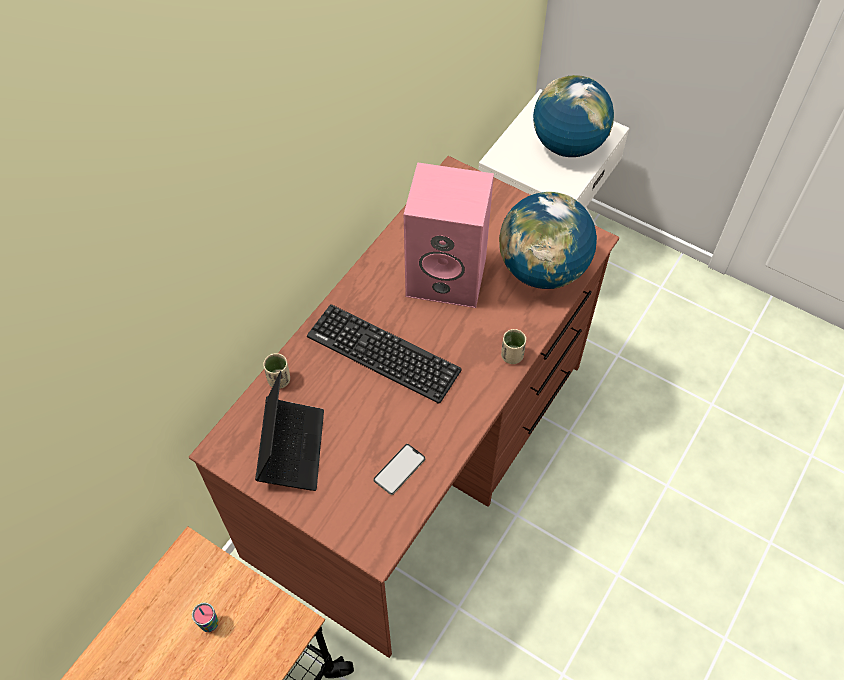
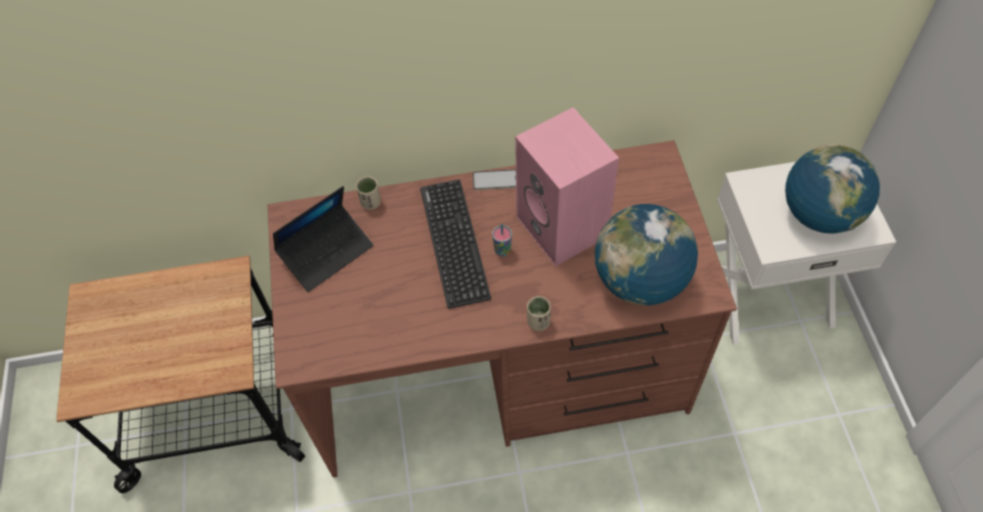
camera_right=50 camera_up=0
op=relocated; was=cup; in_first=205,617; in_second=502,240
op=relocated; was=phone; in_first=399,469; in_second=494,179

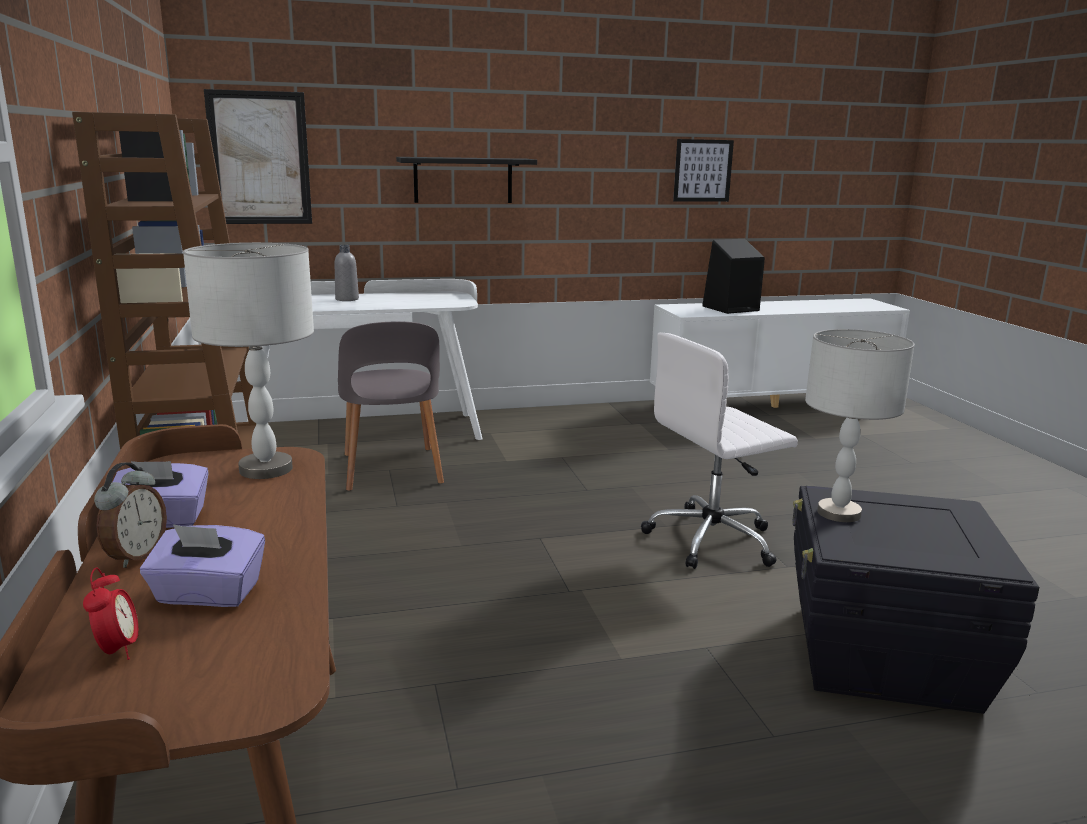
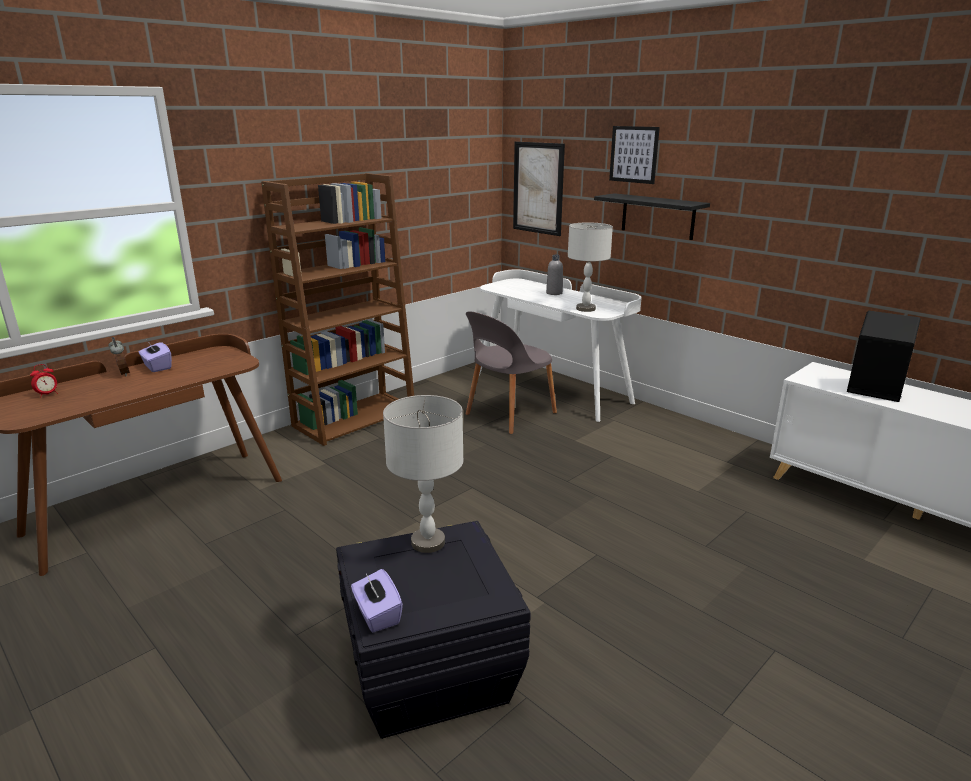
camera_right=60 camera_up=5
op=missing; was=white_computer_chair; in_first=719,450
op=relocated; was=purplish_tissue_holder; in_first=202,565; in_second=377,600
op=relocated; was=gray_table_lamp; in_first=248,361; in_second=590,267
op=relocated; was=picture; in_first=703,170; in_second=634,155
op=spun; was=bedside_clock; in_first=130,515; in_second=119,356; clockwise=-105

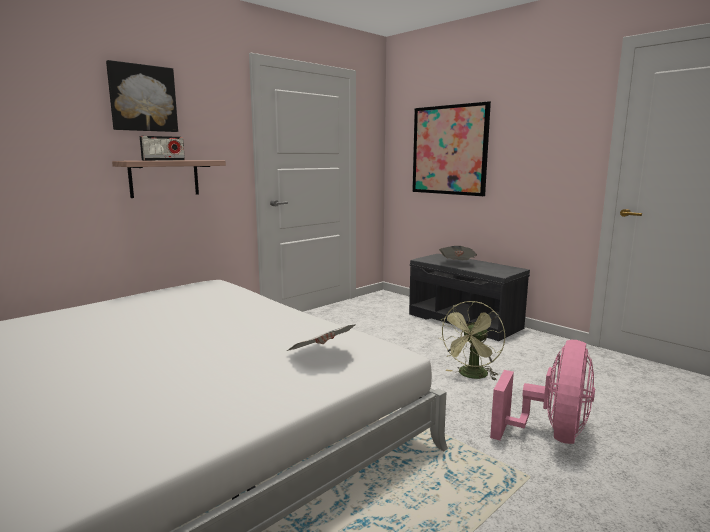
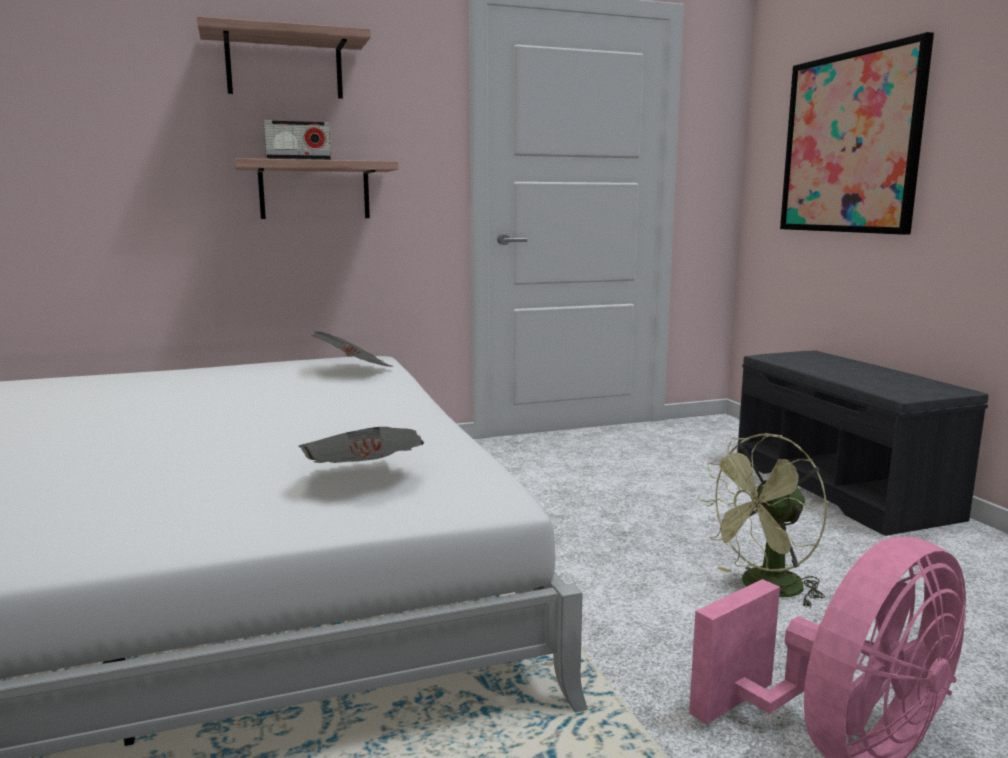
camera_right=25 camera_up=0
op=relocated; was=daily_paper; in_first=458,253; in_second=352,349
op=exchanged; was=picture; now=shelf; in_first=142,96; in_second=284,57

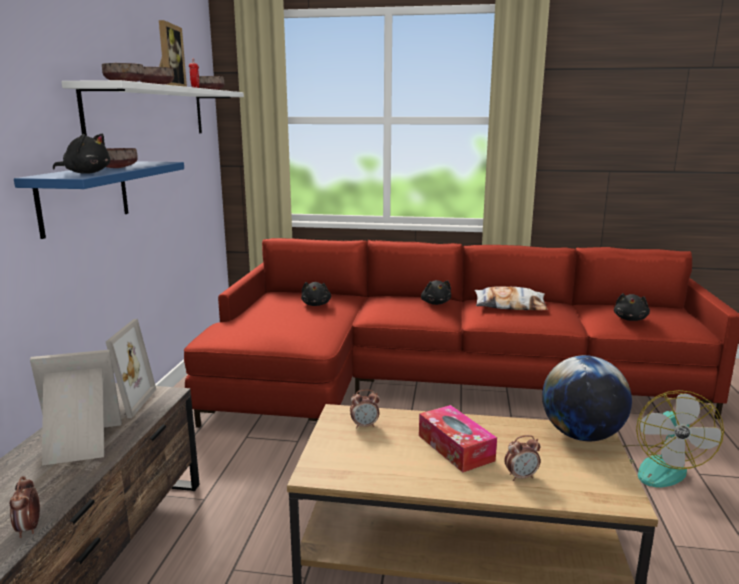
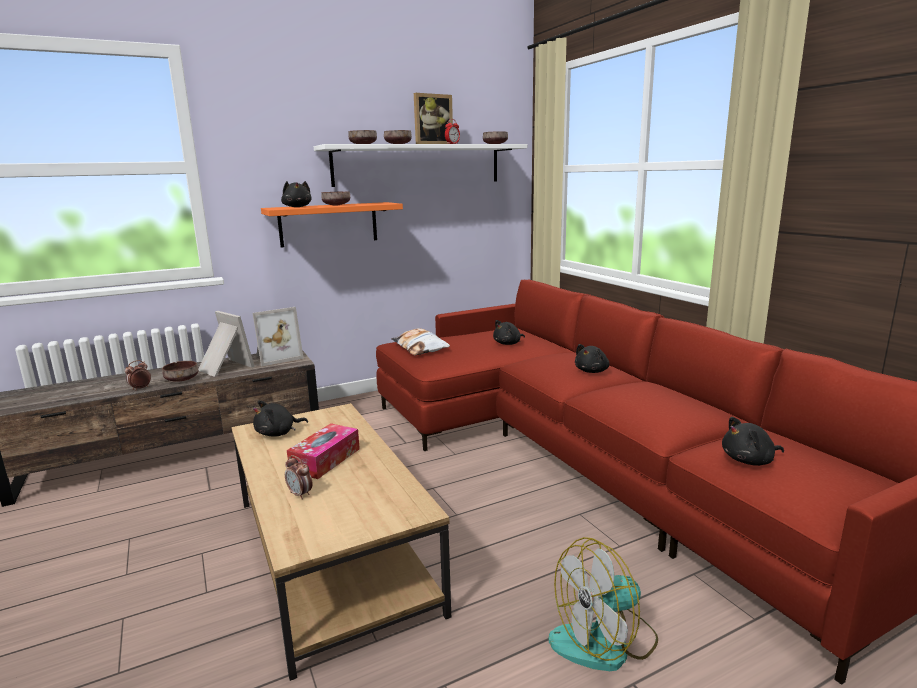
camera_right=55 camera_up=0
op=missing; was=bedside_clock; in_first=365,409
op=missing; was=desk_globe; in_first=587,398
op=appeared; now=brown-coloured_serving_bowl; in_second=180,371
op=appeared; now=black_plush_toy; in_second=280,418
op=relocated; was=throw_pillow; in_first=510,298; in_second=421,341
op=colour; was=blue-coloured_shelf; now=orange-coloured_shelf; in_first=99,200; in_second=332,224

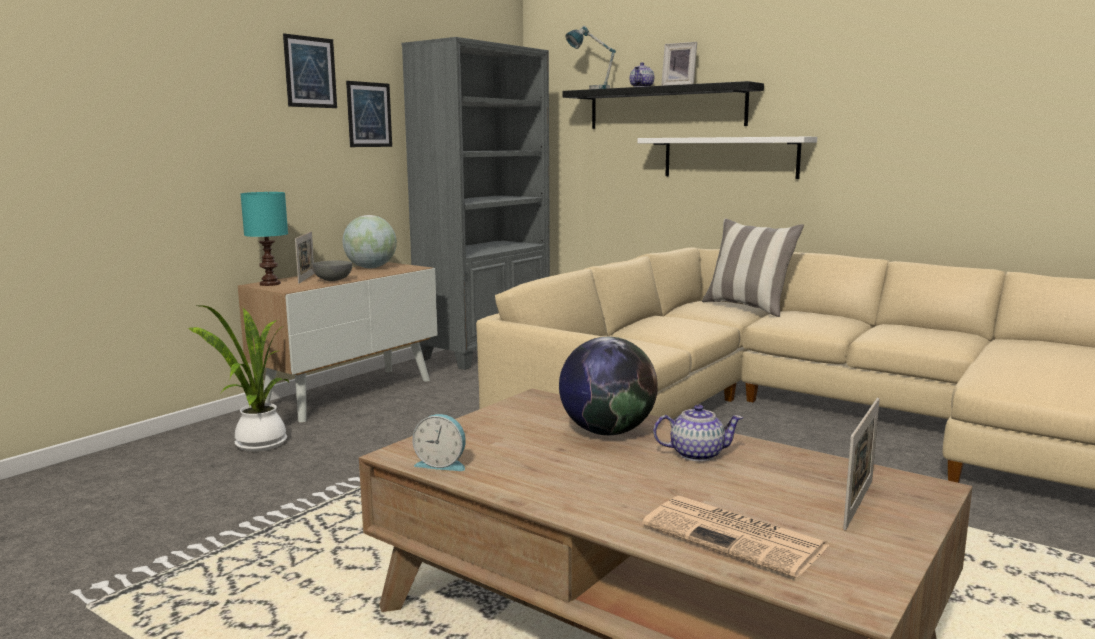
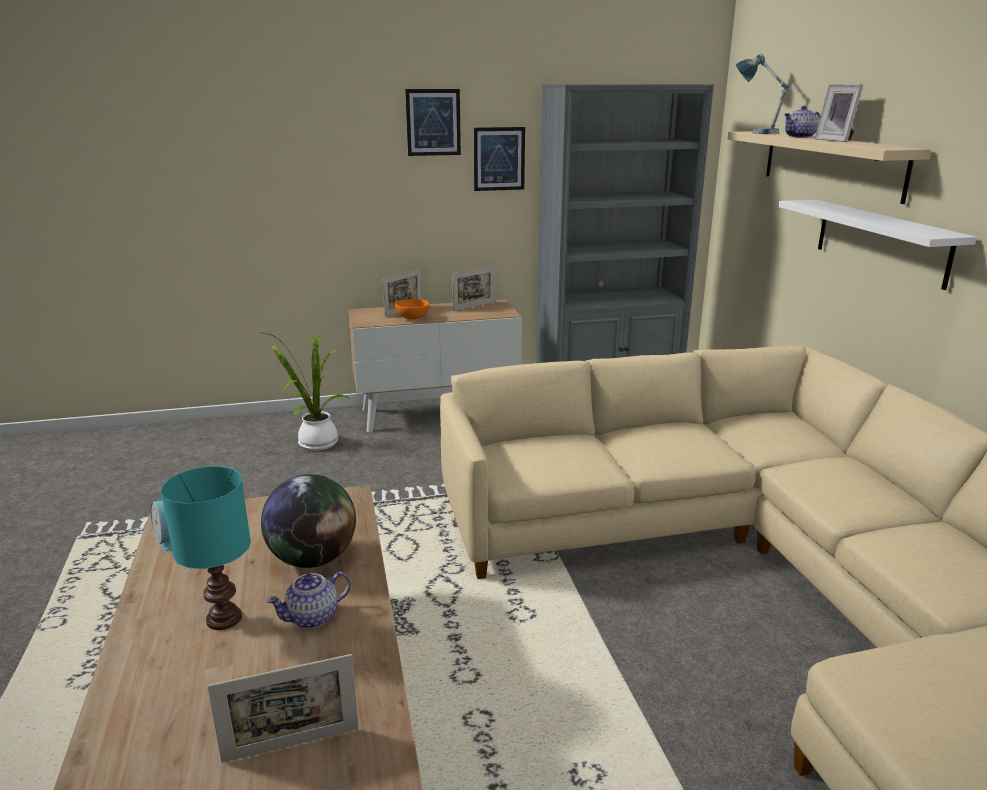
camera_right=40 camera_up=10
op=missing; was=daily_paper; in_first=735,537
op=missing; was=throw_pillow; in_first=753,267
op=relocated; was=blue-green_table_lamp; in_first=264,239; in_second=206,548
op=exchanged; was=desk_globe; now=photo_frame; in_first=370,241; in_second=473,288
op=colour; was=gray_serving_bowl; now=orange-coloured_serving_bowl; in_first=331,270; in_second=411,309
op=colour; was=black_shelf; now=beige-coloured_shelf; in_first=663,105; in_second=829,167
op=spun; was=teapot; in_first=698,433; in_second=308,600; clockwise=105

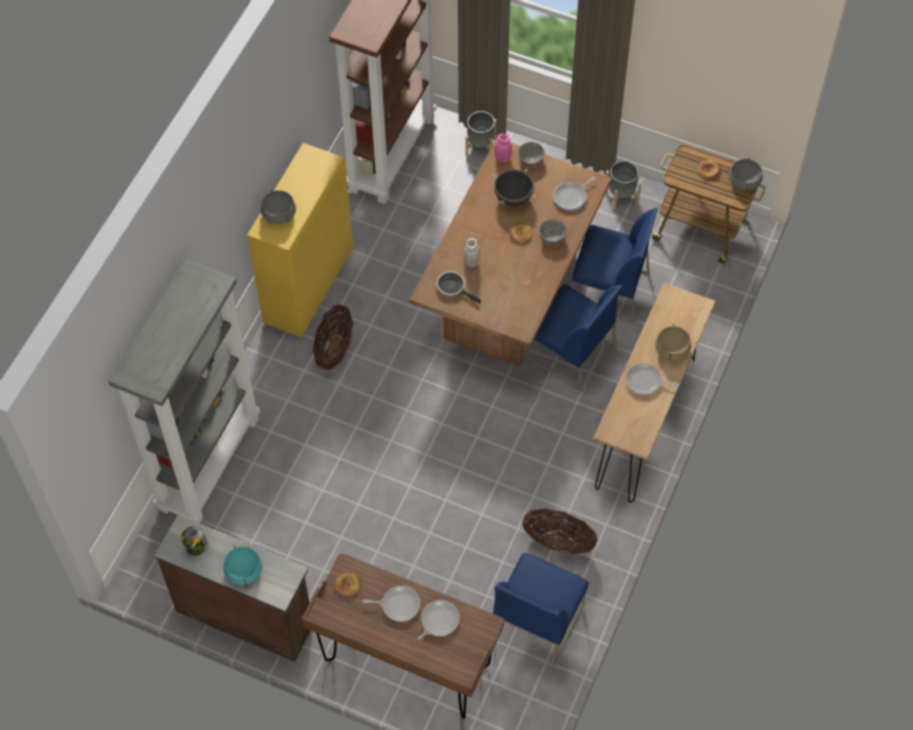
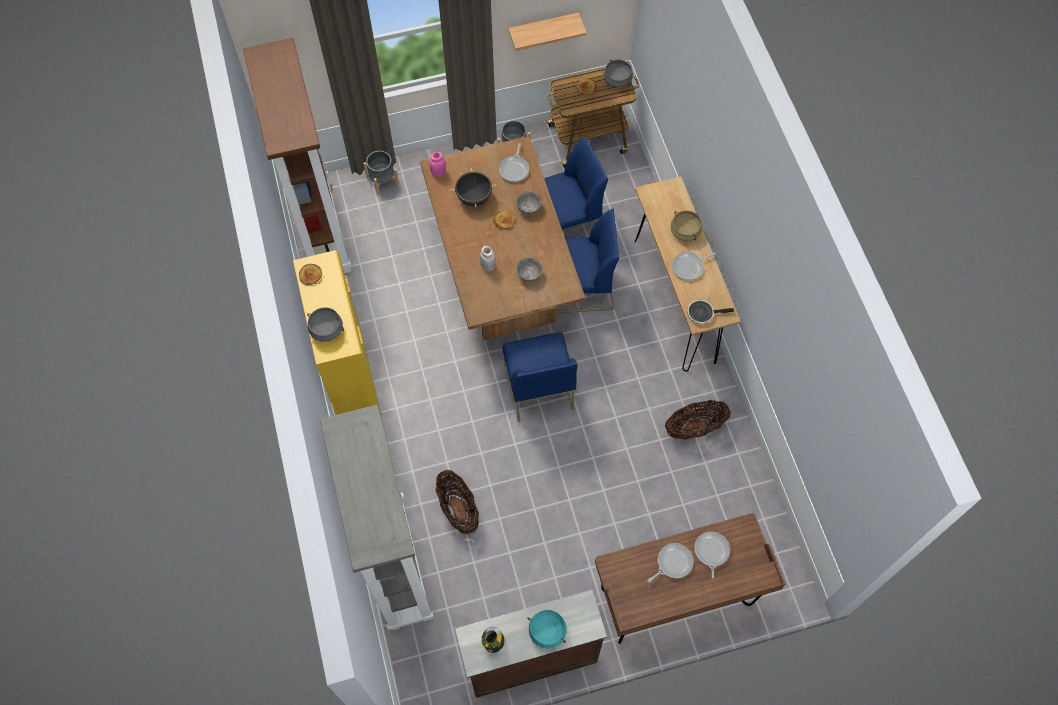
camera_right=-40 camera_up=5
op=appeared; now=shelf; in_second=547,32
op=relocated; was=basket; in_first=333,337; in_second=457,502
op=relocated; was=bakery_bread; in_first=347,583; in_second=310,274
op=relocated; was=pan; in_first=458,287; in_second=710,312
op=relocated; was=blue-coloured_upright_chair; in_first=541,610; in_second=540,377
op=relocated; was=gray_serving_bowl; in_first=531,154; in_second=529,269

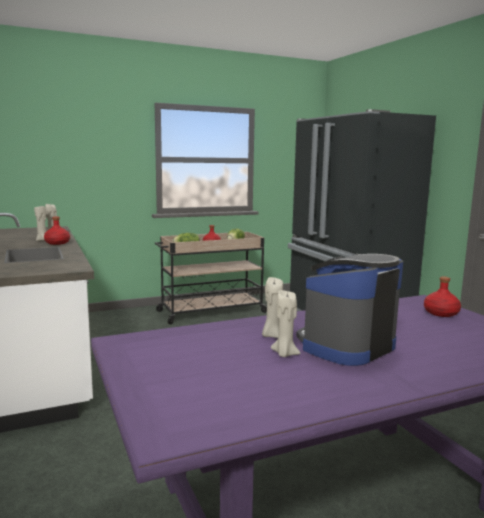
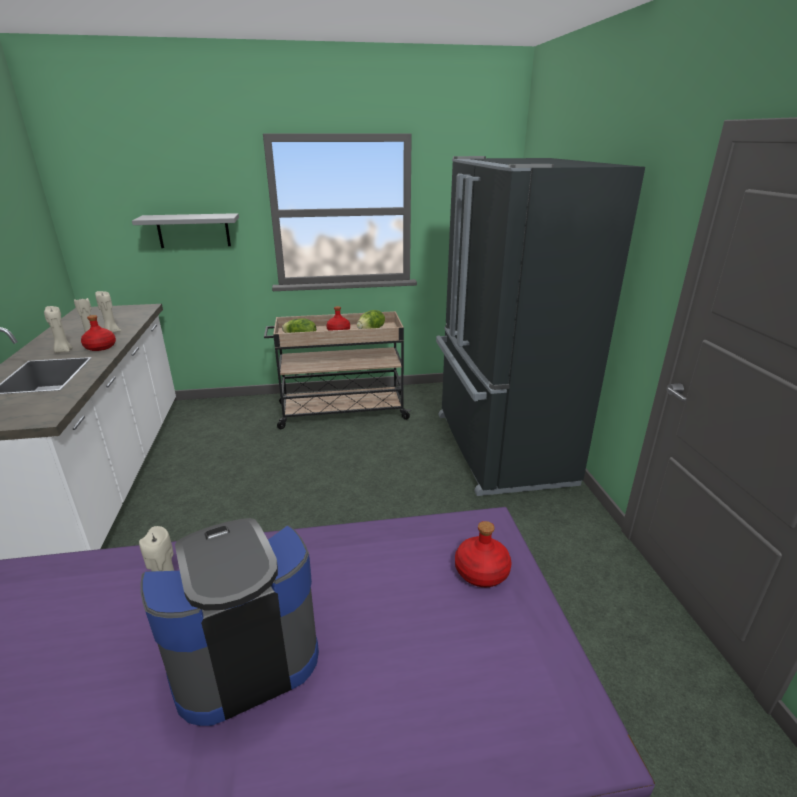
camera_right=15 camera_up=15
op=appeared; now=gray_shelf; in_second=185,230
op=relocated; was=beige-coloured_candle; in_first=286,323; in_second=58,329

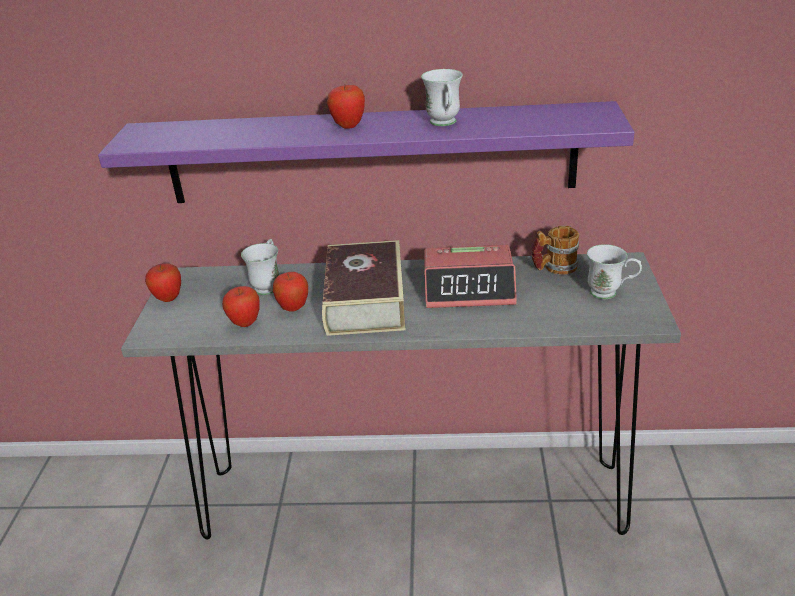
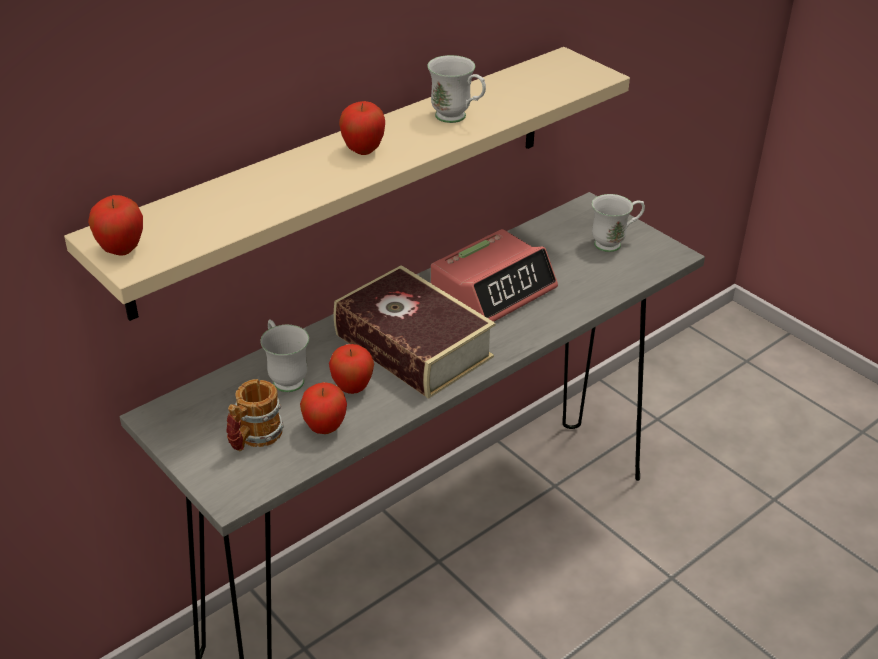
camera_right=-45 camera_up=5
op=relocated; was=apple; in_first=163,282; in_second=115,225
op=relocated; was=tea_mug; in_first=555,250; in_second=255,415
op=colour; was=purplish_shelf; now=beige-coloured_shelf; in_first=366,152; in_second=347,184

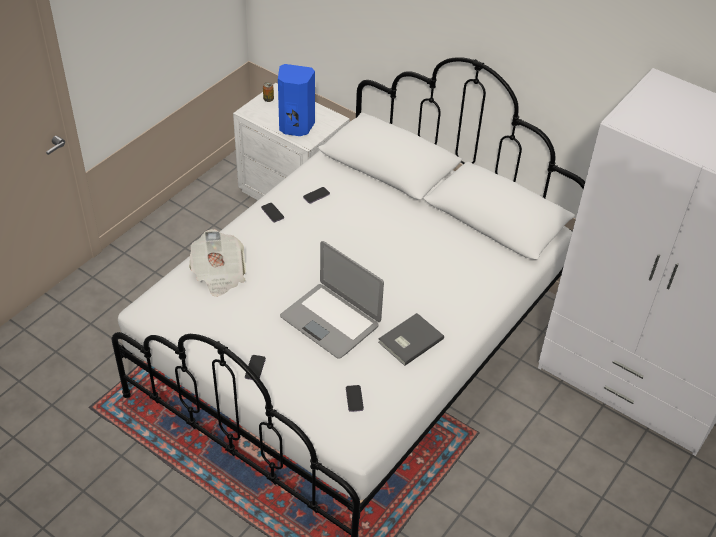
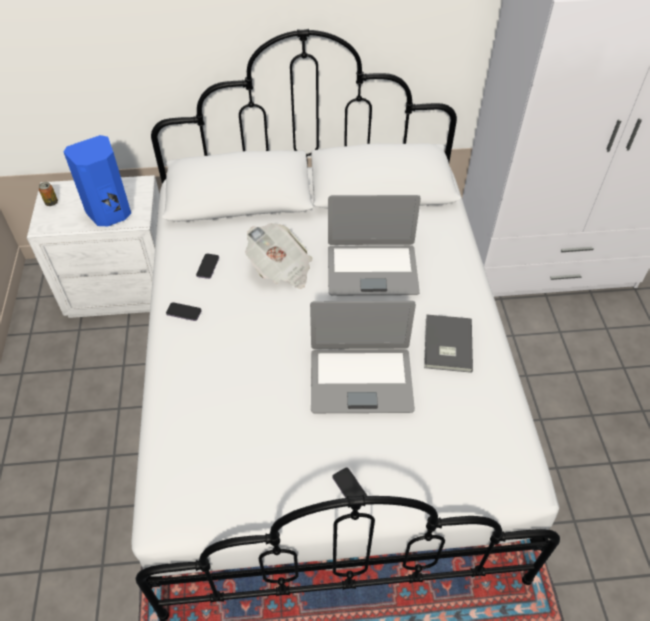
camera_right=-40 camera_up=5
op=missing; was=phone; in_first=355,398
op=appeared; now=notebook_computer; in_second=374,245
op=relocated; was=daily_paper; in_first=217,263; in_second=278,256

